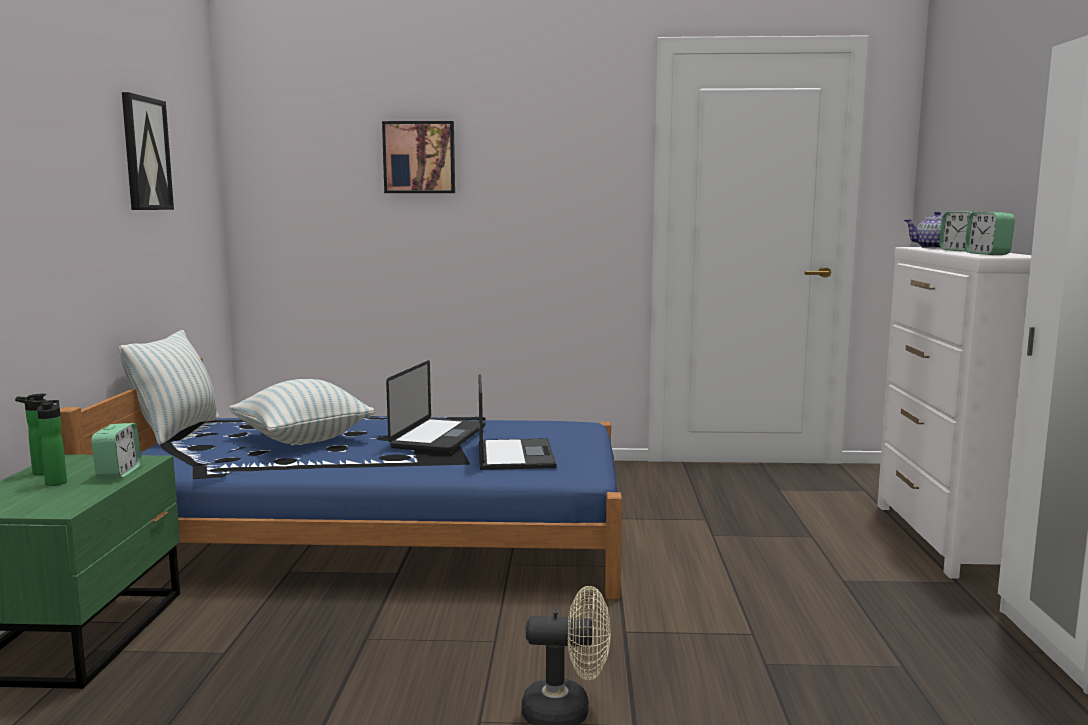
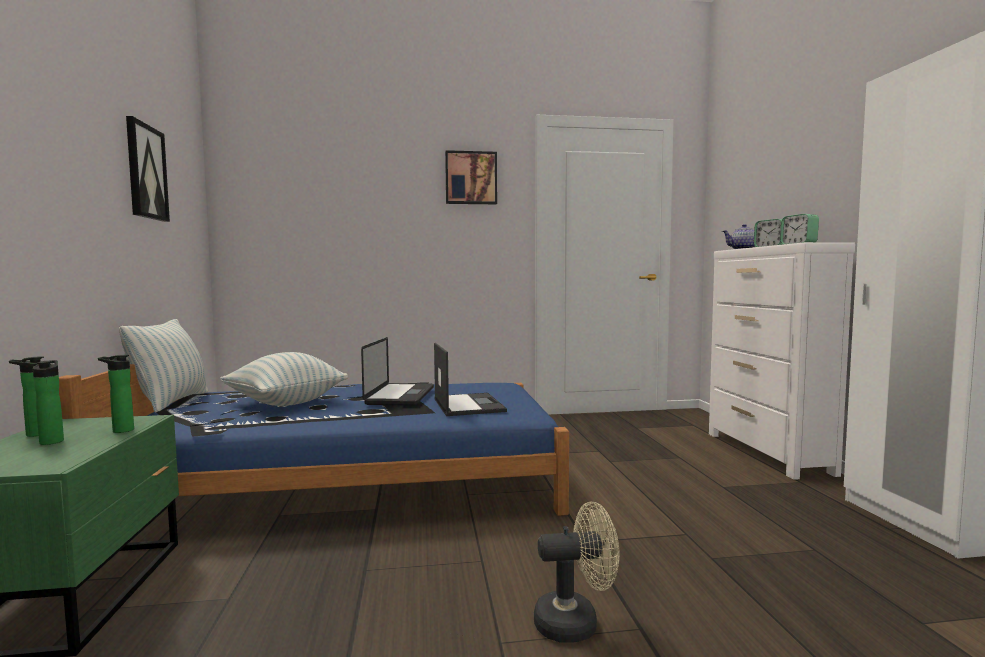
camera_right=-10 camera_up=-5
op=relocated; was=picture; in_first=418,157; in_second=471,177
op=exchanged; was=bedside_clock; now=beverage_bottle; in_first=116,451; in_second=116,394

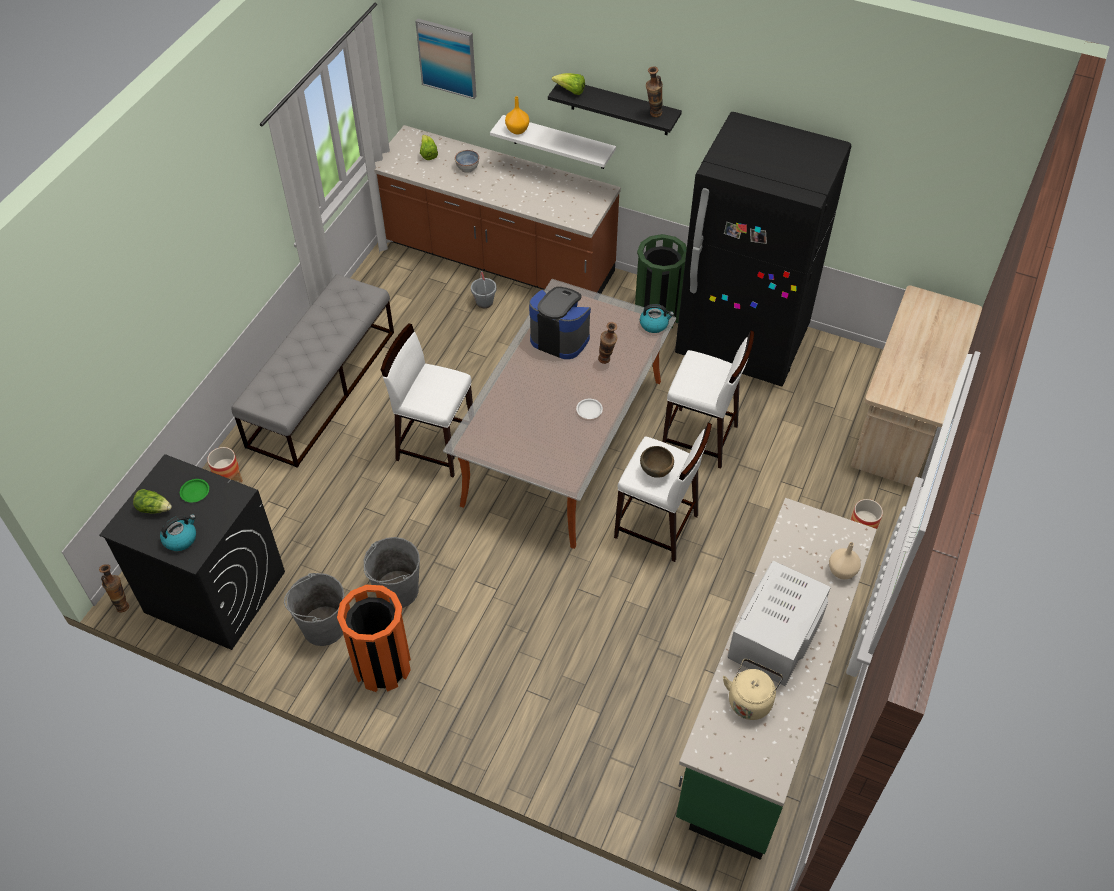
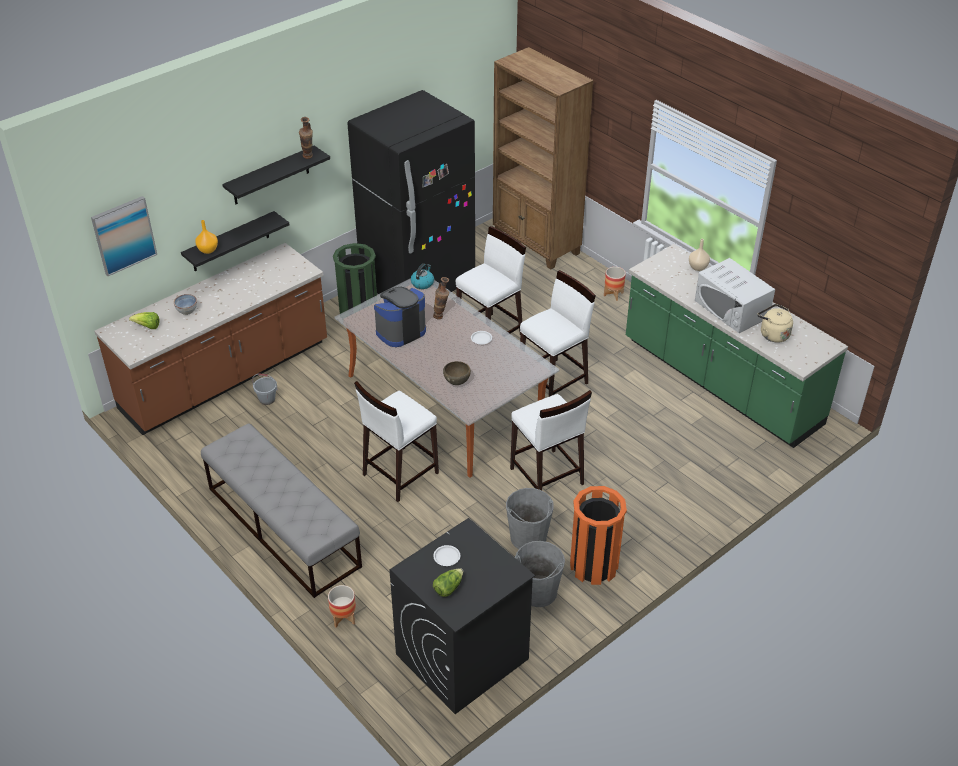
camera_right=-65 camera_up=-10
op=missing; was=vase; in_first=114,588
op=missing; was=kettle; in_first=178,532
op=missing; was=head_of_lettuce; in_first=568,84
op=appeared; now=white_stool_seat; in_second=551,440
op=relocated; was=brown-coloured_serving_bowl; in_first=657,462; in_second=457,373
op=exchanged; was=beige-coloured_desk_unit; now=brown-coloured_shelving_unit; in_first=916,386; in_second=543,158
op=colour; was=green-coloured_flat_dish; now=white_flat_dish; in_first=194,490; in_second=446,555
op=colour; was=white_shelf; now=black_shelf; in_first=553,142; in_second=235,241

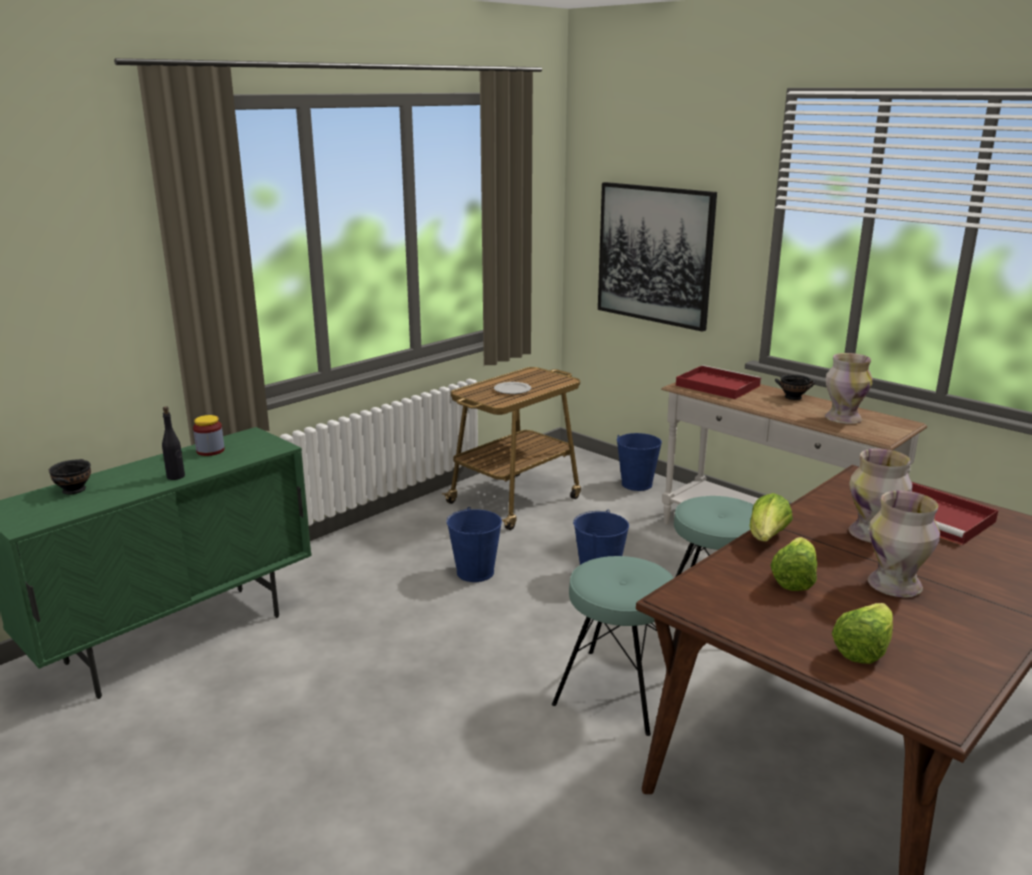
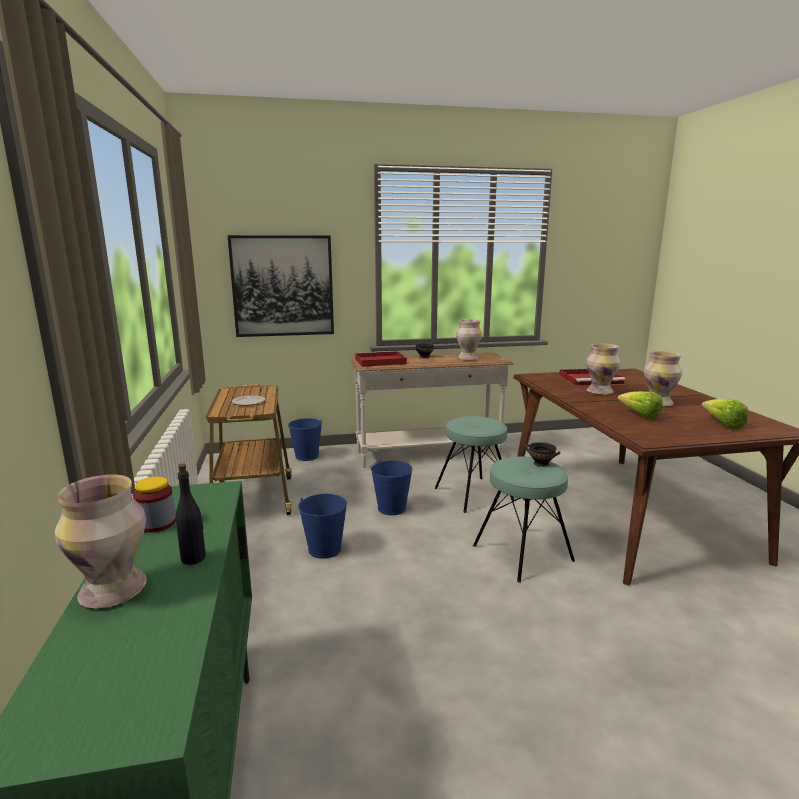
camera_right=-55 camera_up=-5
op=missing; was=head_of_lettuce; in_first=771,517
op=appeared; now=vase; in_second=101,541
op=relocated; was=black_serving_bowl; in_first=70,476; in_second=542,454

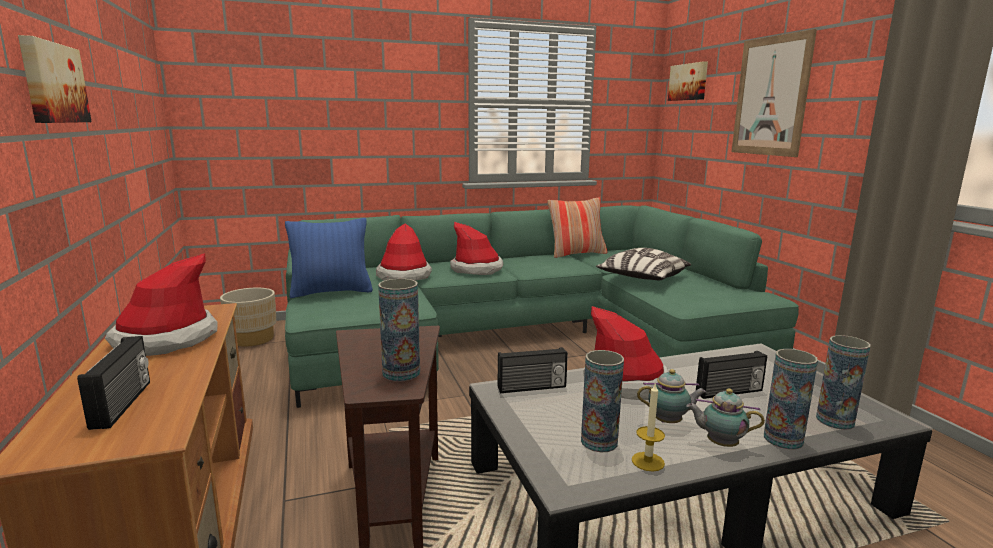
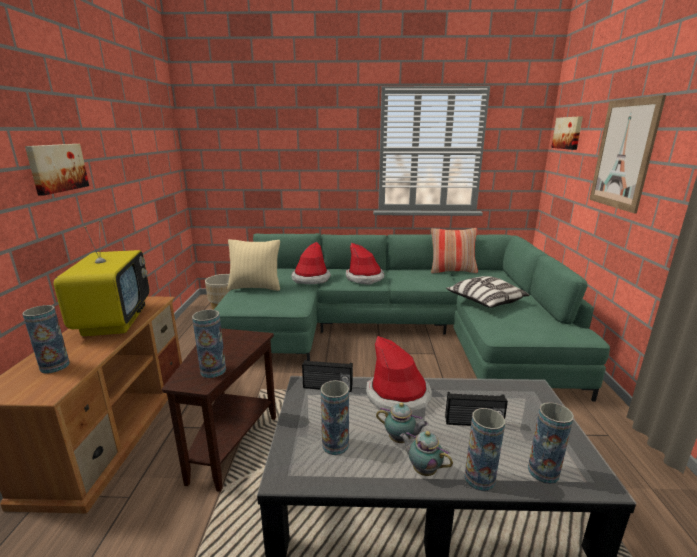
camera_right=20 camera_up=5
op=missing; was=candle; in_first=648,427
op=exchanged; was=radio_set; now=vase; in_first=113,383; in_second=46,339
op=exchanged; was=clothing_hat; now=TV; in_first=161,304; in_second=101,278
op=colour; was=blue-coloured_throw_pillow; now=beige-coloured_throw_pillow; in_first=329,258; in_second=253,265

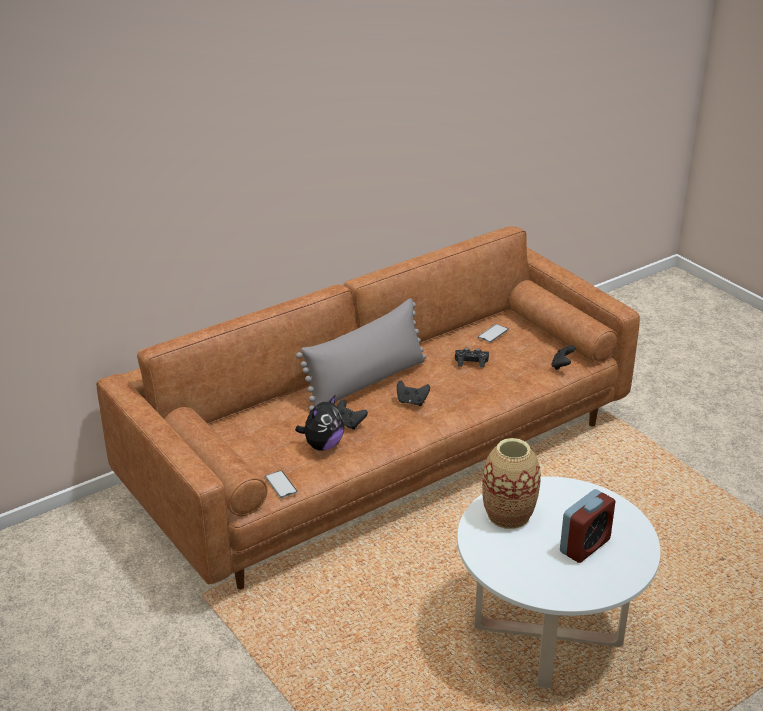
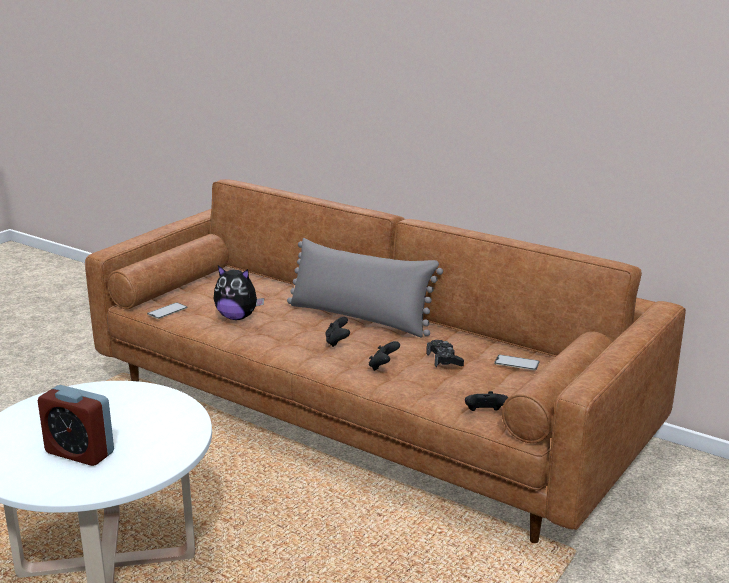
camera_right=70 camera_up=-10
op=missing; was=vase; in_first=511,483
op=relocated; was=black_gamepad; in_first=352,415; in_second=384,356

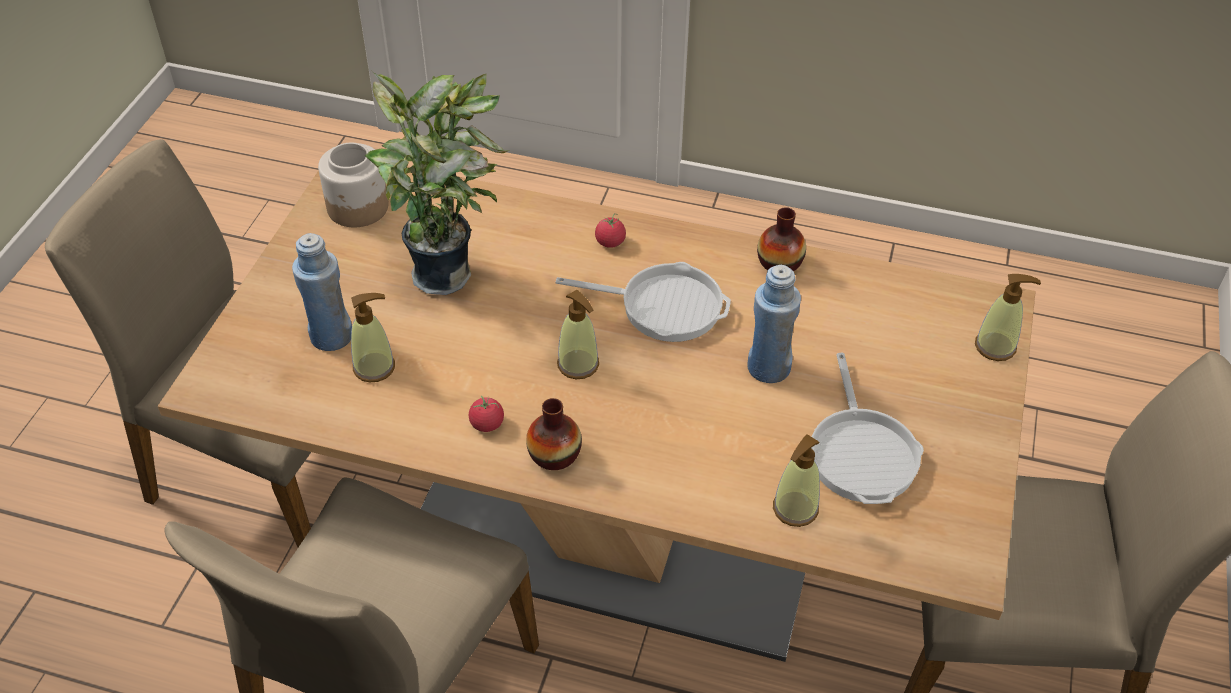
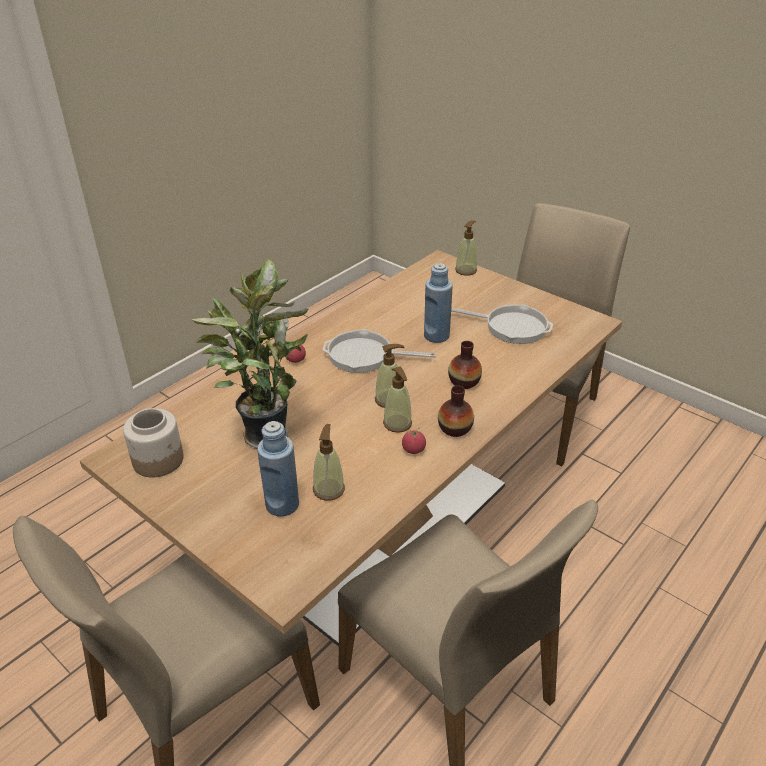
camera_right=-65 camera_up=-10
op=relocated; was=vase; in_first=781,239; in_second=465,365
op=relocated; was=soap_dispenser; in_first=796,480; in_second=397,400
op=spun; was=pan; in_first=643,302; in_second=379,351; clockwise=-120

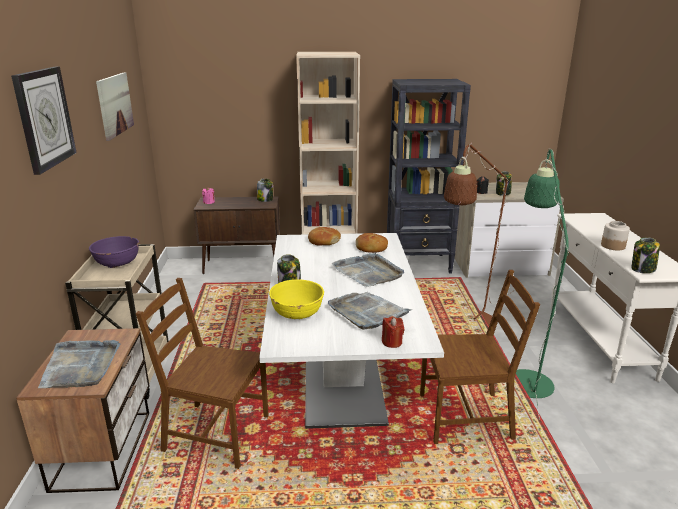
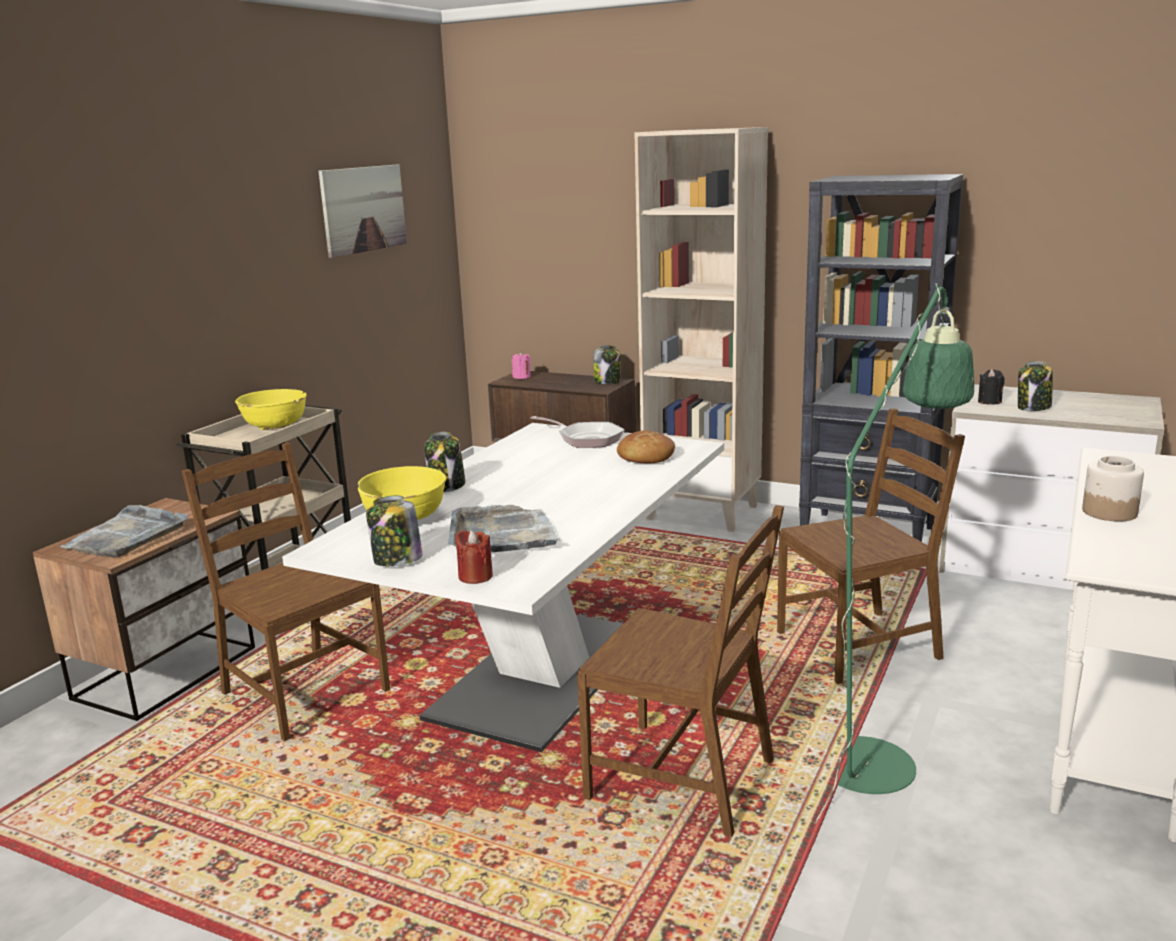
camera_right=30 camera_up=-5
op=missing; was=wall_clock; in_first=44,121
op=missing; was=gray_carrying_tray; in_first=367,269
op=relocated; was=preserve_jar; in_first=645,255; in_second=394,530
op=exchanged; was=bakery_bread; now=pan; in_first=324,236; in_second=577,432
op=exchanged; was=brown-coloured_floor_lamp; now=brown-coloured_upright_chair; in_first=478,234; in_second=871,546
op=colour; was=purplish_serving_bowl; now=yellow-coloured_serving_bowl; in_first=114,252; in_second=271,409

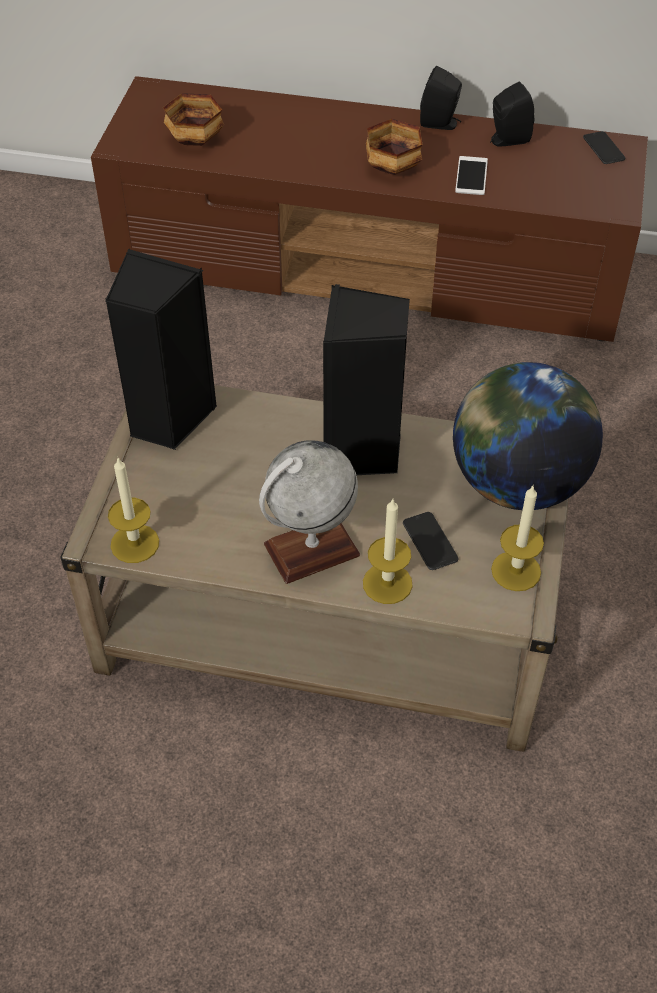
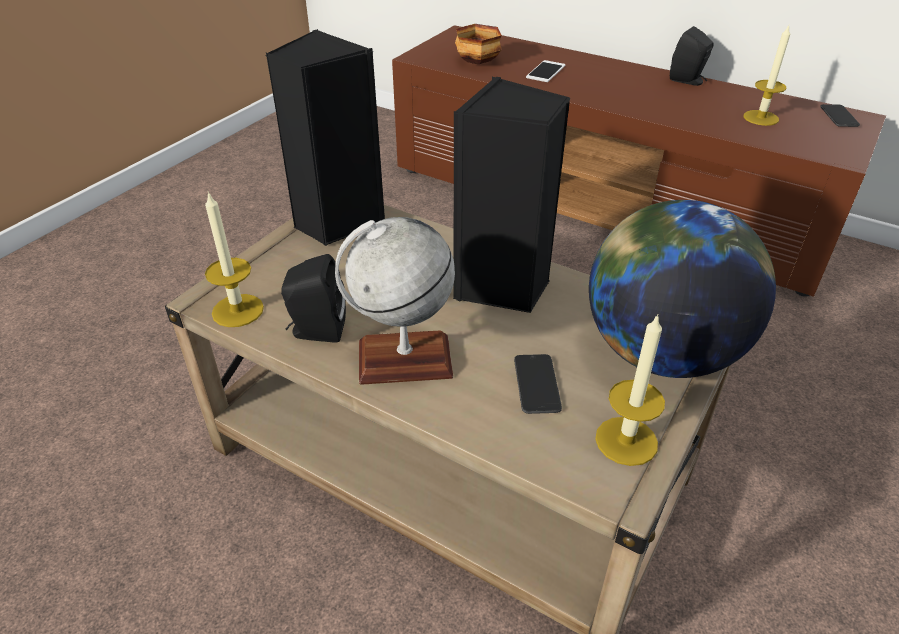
camera_right=20 camera_up=-10
op=missing; was=serving_bowl; in_first=394,147
op=relocated; was=candle; in_first=388,551; in_second=767,76
op=relocated; was=phone; in_first=471,175; in_second=546,71
op=relocated; was=black_audio_speaker; in_first=512,114; in_second=313,298

